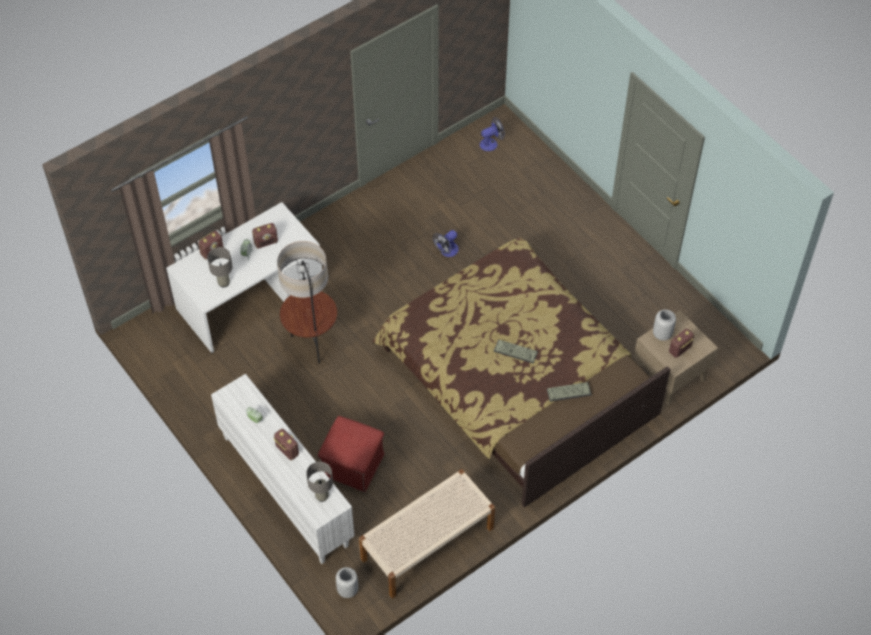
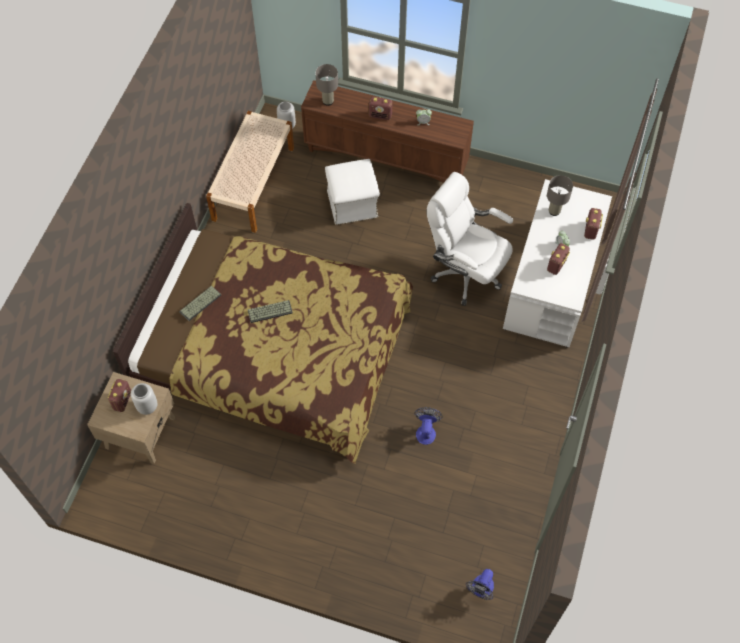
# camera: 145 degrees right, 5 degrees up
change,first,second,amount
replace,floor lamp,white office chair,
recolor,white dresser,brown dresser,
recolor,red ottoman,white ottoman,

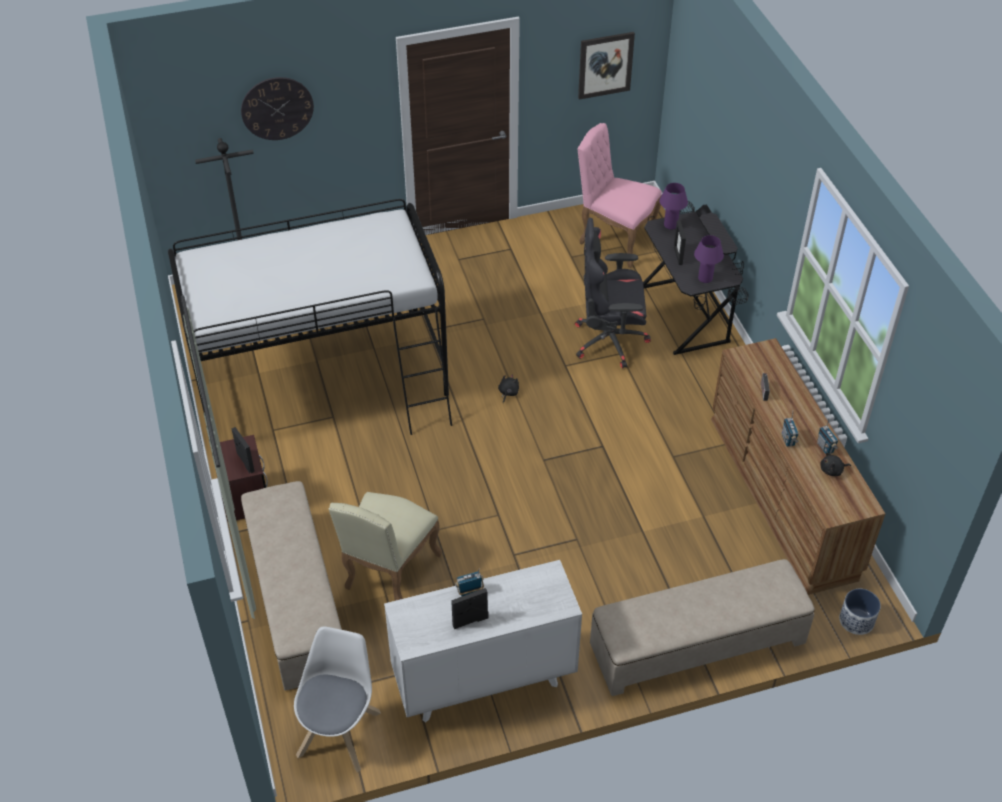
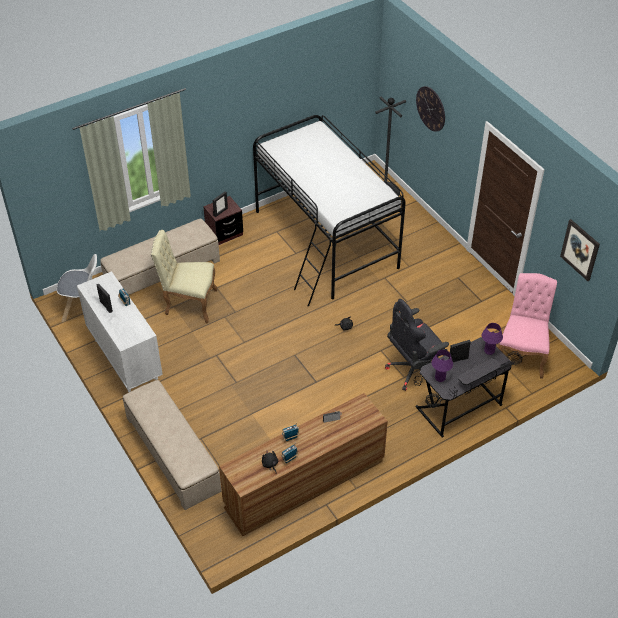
# camera: 75 degrees right, 0 degrees up
change,first,second,amount
delete,planter,,
rotate,black office chair,,105 degrees counterclockwise

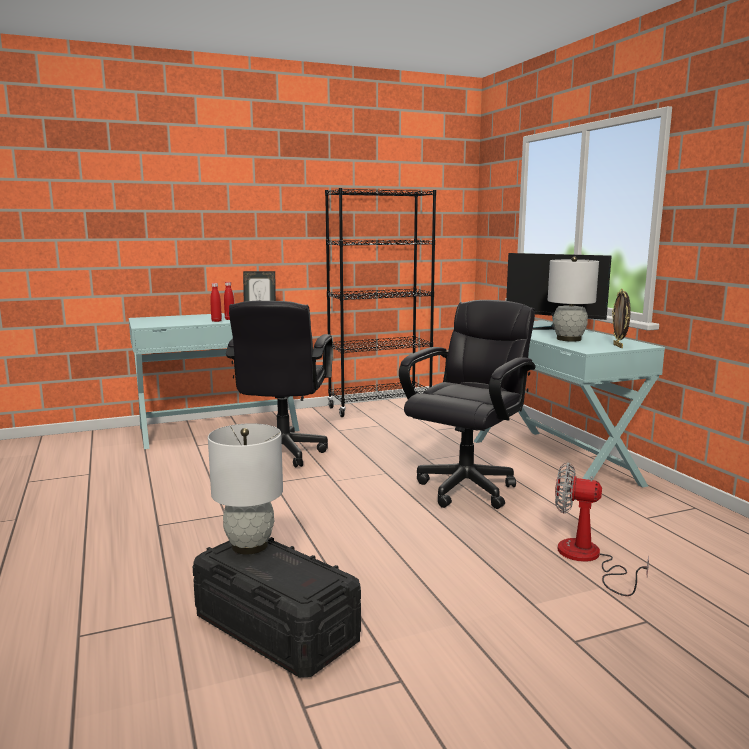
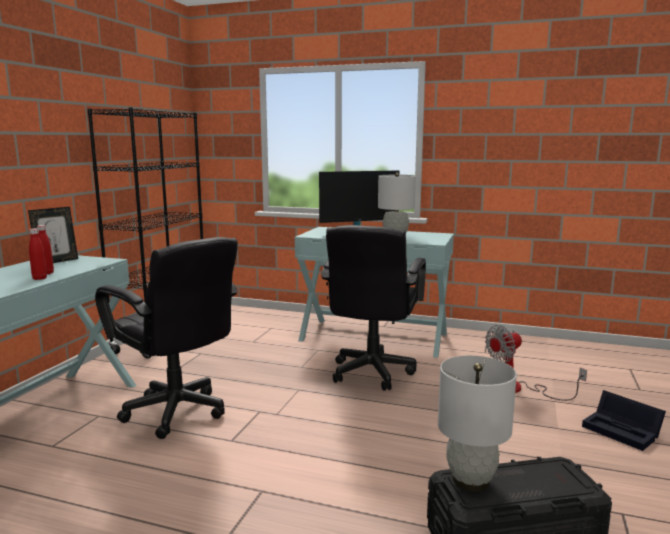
# camera: 50 degrees left, 0 degrees up
change,first,second,amount
delete,picture frame (2nd from left),,
insert,,black storage box (2nd from left),
rotate,black office chair (2nd from left),,150 degrees counterclockwise

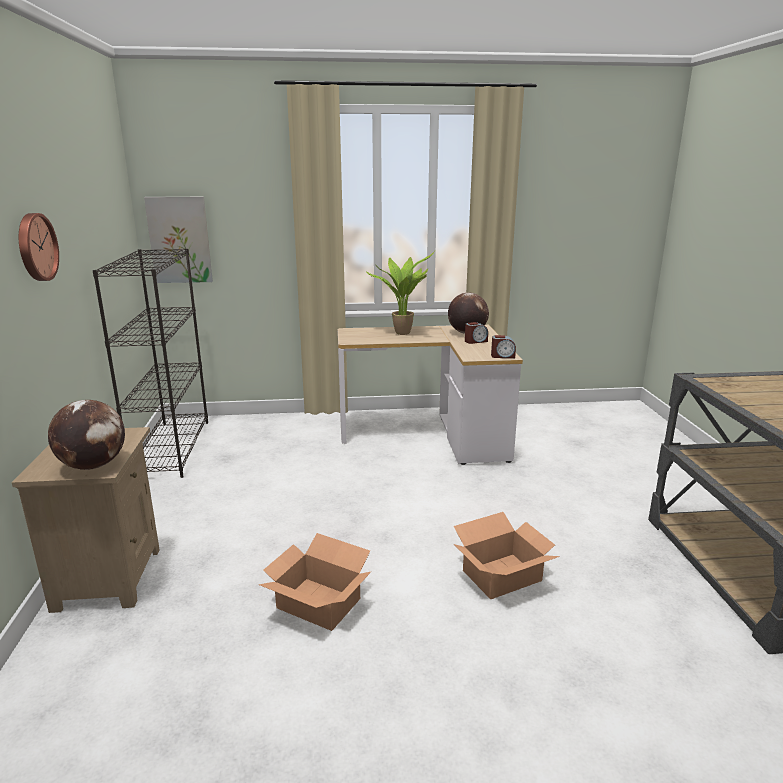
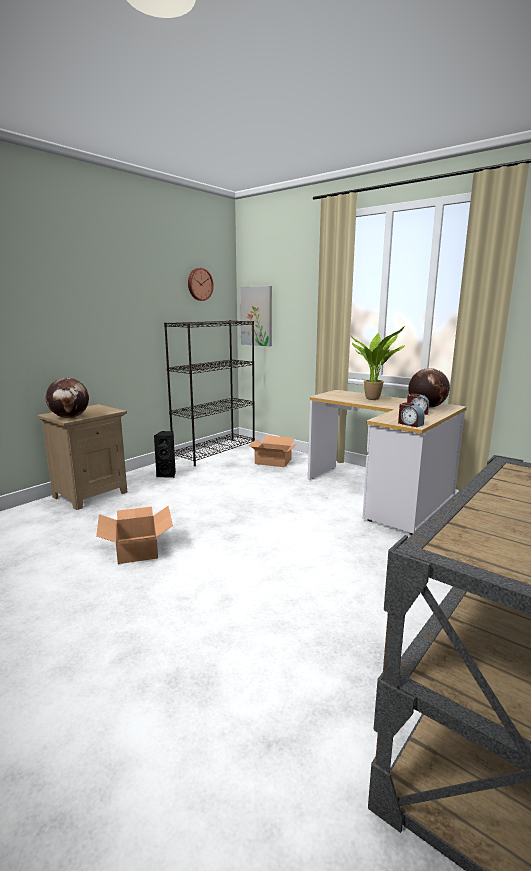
# camera: 45 degrees right, 5 degrees down
change,first,second,amount
insert,,black speaker,
move,wall clock,,
move,cardboard box (2nd from left),,

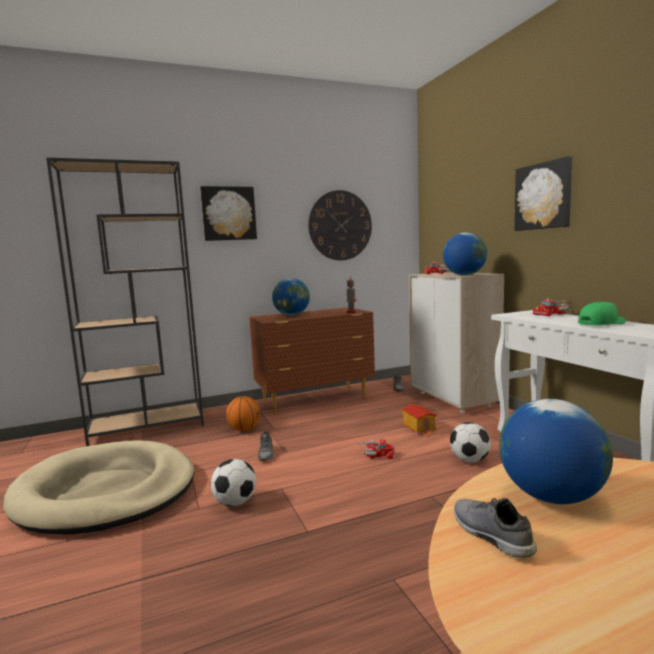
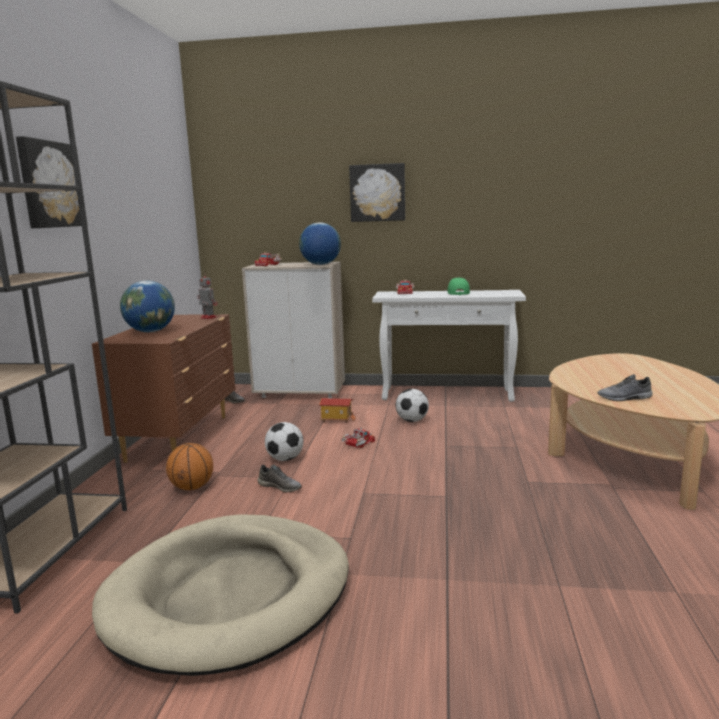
# camera: 60 degrees left, 5 degrees up
change,first,second,amount
delete,wall clock,,
delete,globe (3rd from left),,
move,football (1st from left),,

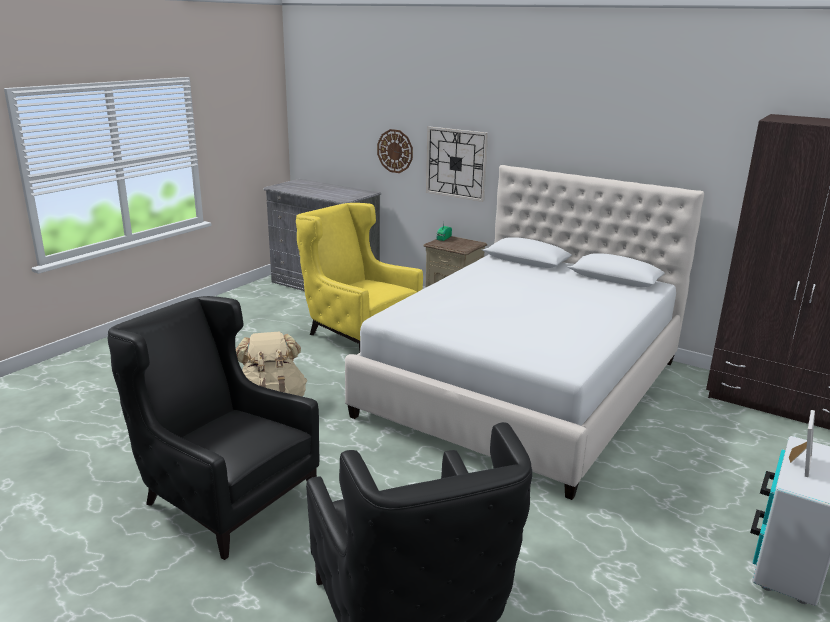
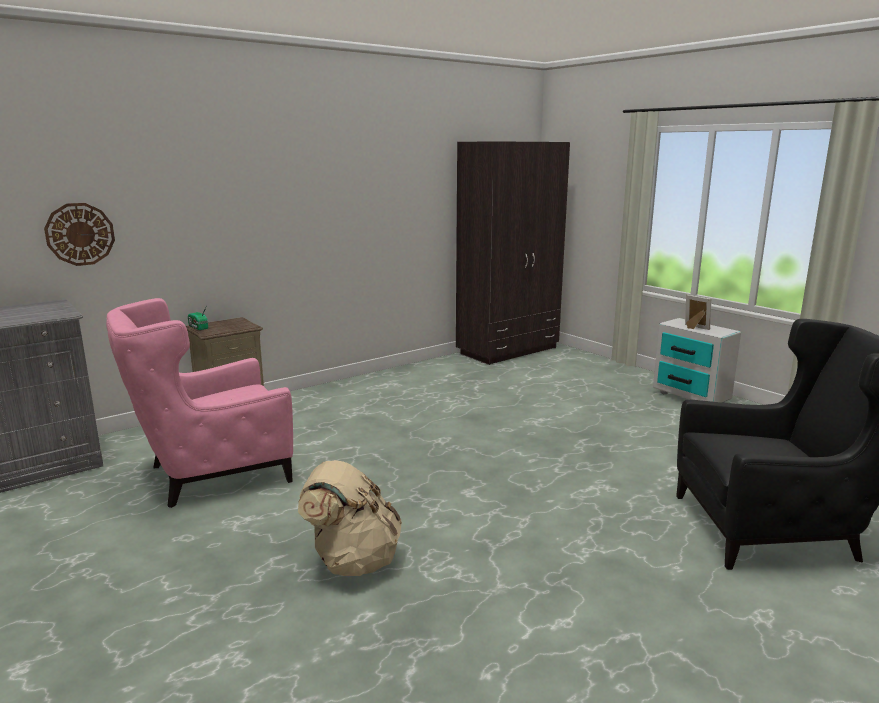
# camera: 70 degrees left, 5 degrees down
change,first,second,amount
delete,black armchair (1st from left),,
delete,white bed,,
delete,wall clock (2nd from left),,
recolor,yellow armchair,pink armchair,

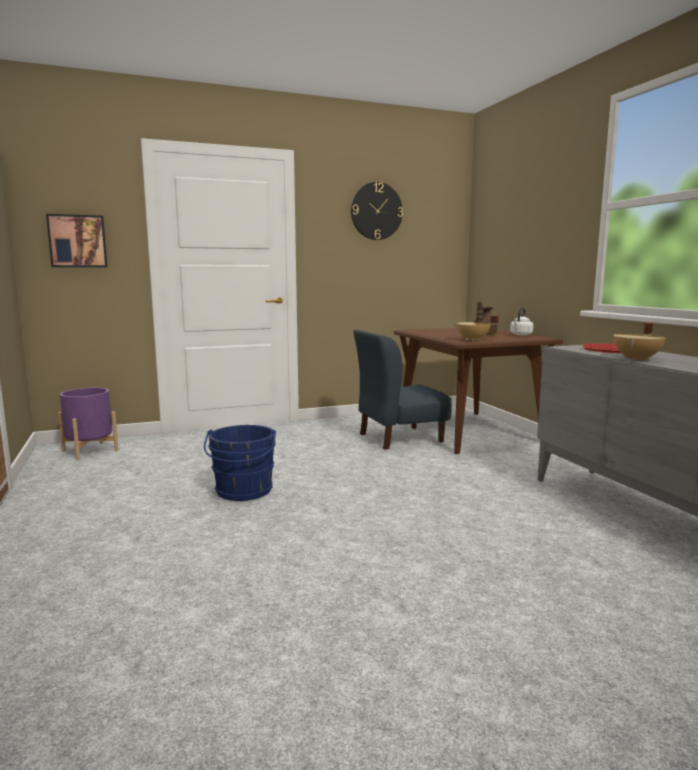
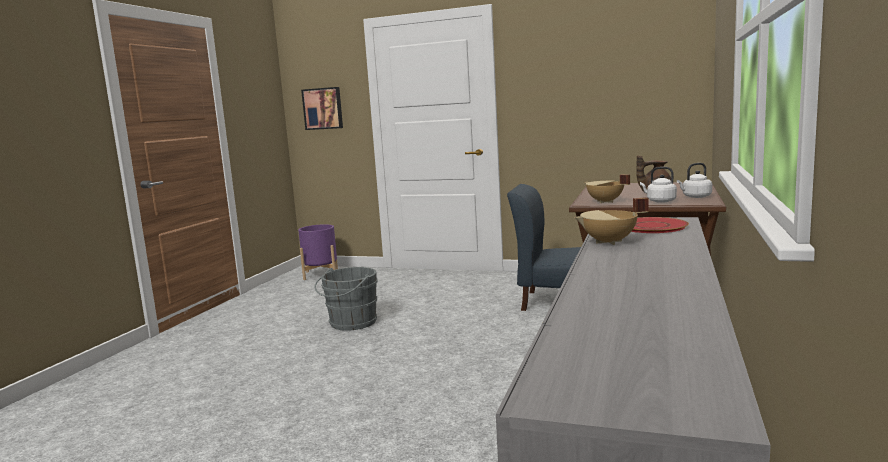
# camera: 40 degrees right, 0 degrees up
change,first,second,amount
delete,wall clock,,
insert,,white kettle (1st from left),
recolor,blue bucket,grey bucket,

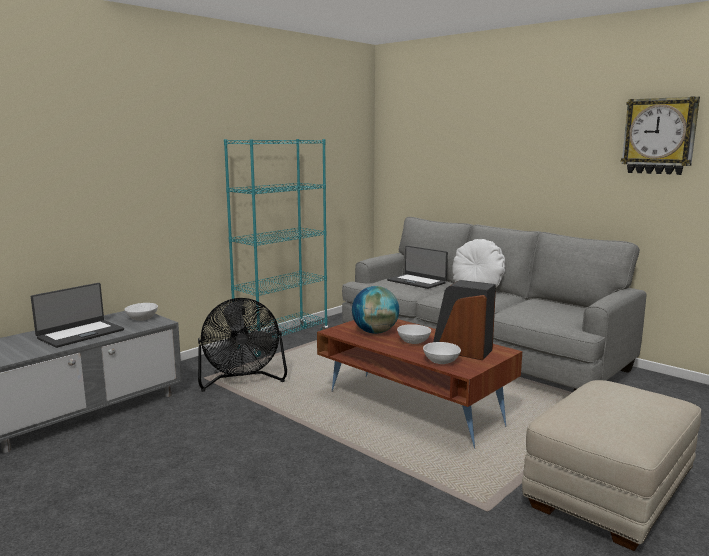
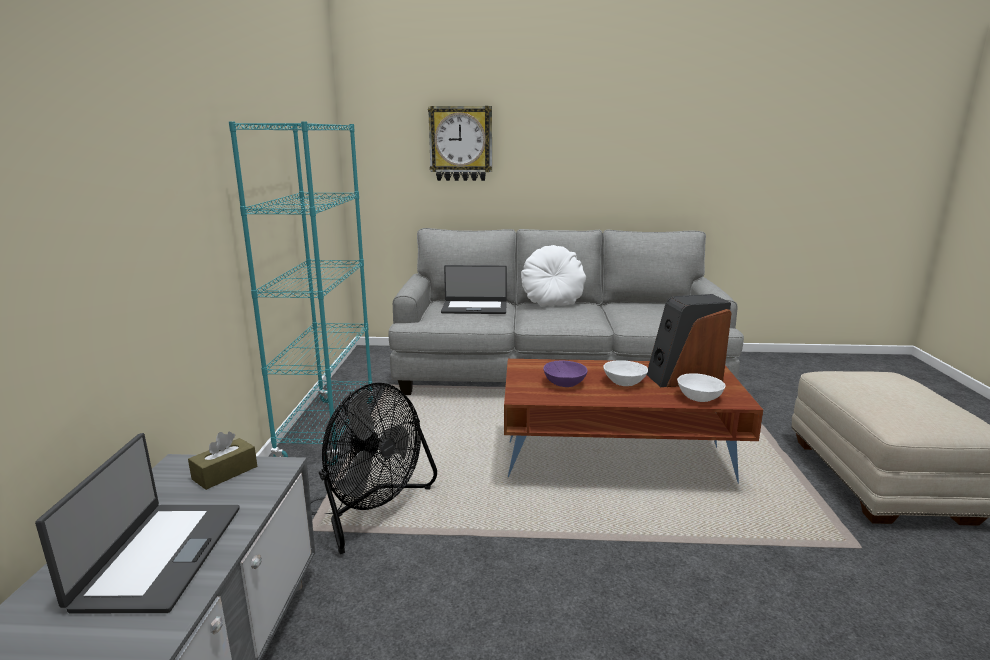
# camera: 40 degrees left, 5 degrees up
change,first,second,amount
move,wall clock,,
replace,white bowl (1st from left),brown tissue box,
replace,globe,purple bowl,

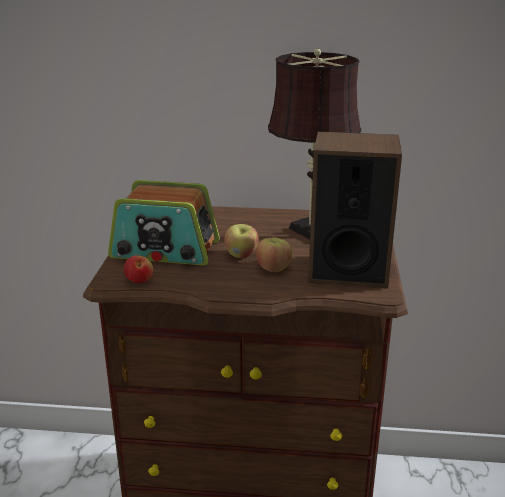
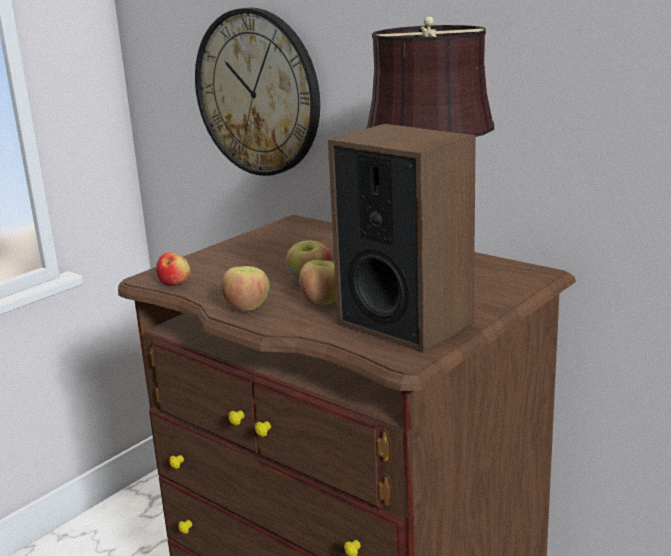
# camera: 35 degrees right, 5 degrees down
change,first,second,amount
delete,radio,,
insert,,wall clock,
insert,,apple (2nd from left),

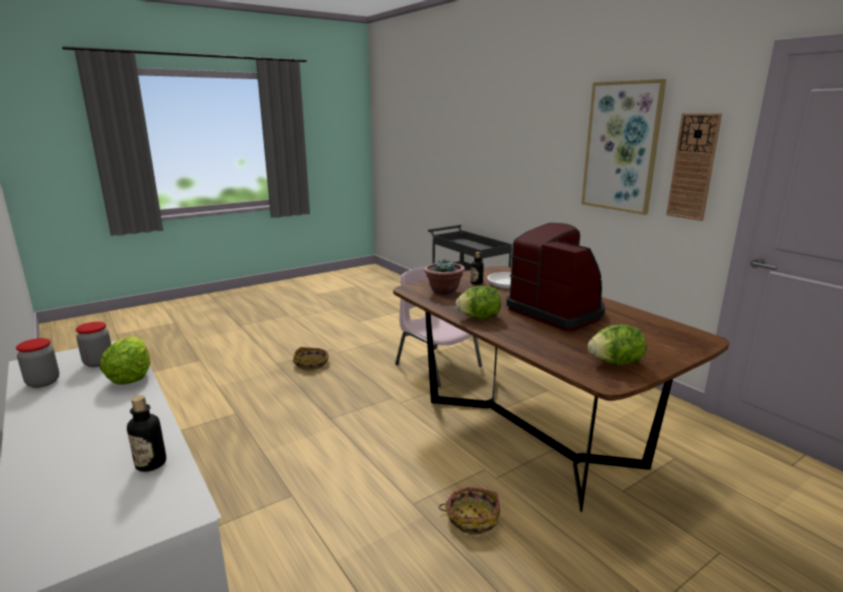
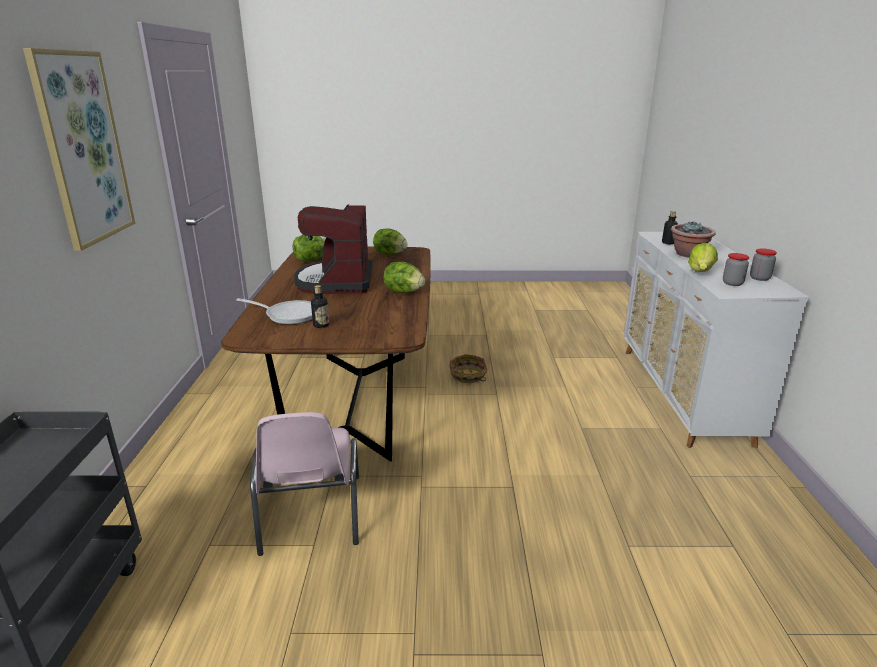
# camera: 145 degrees left, 5 degrees up
change,first,second,amount
delete,basket (1st from left),,
delete,wall clock,,
insert,,lettuce (1st from left),
move,potted plant,,

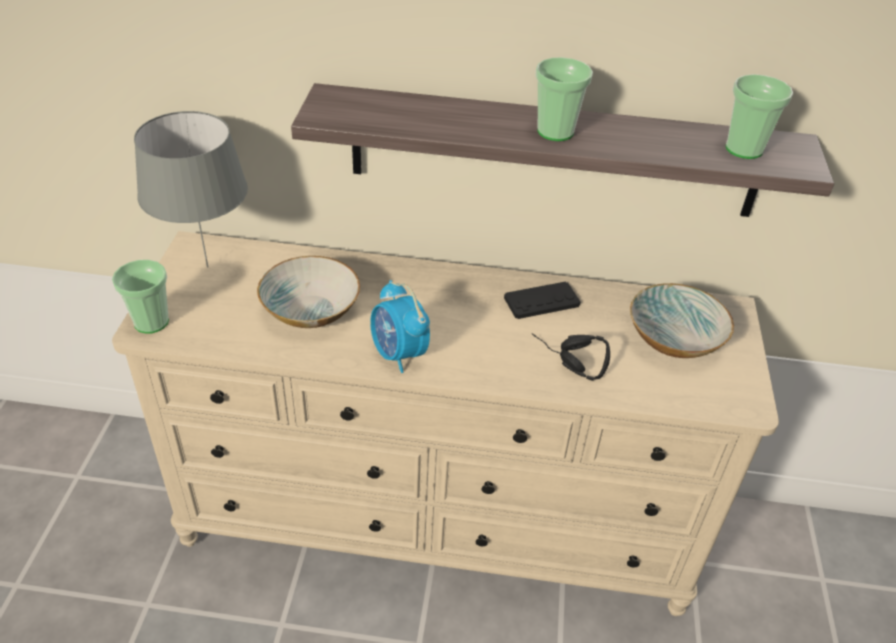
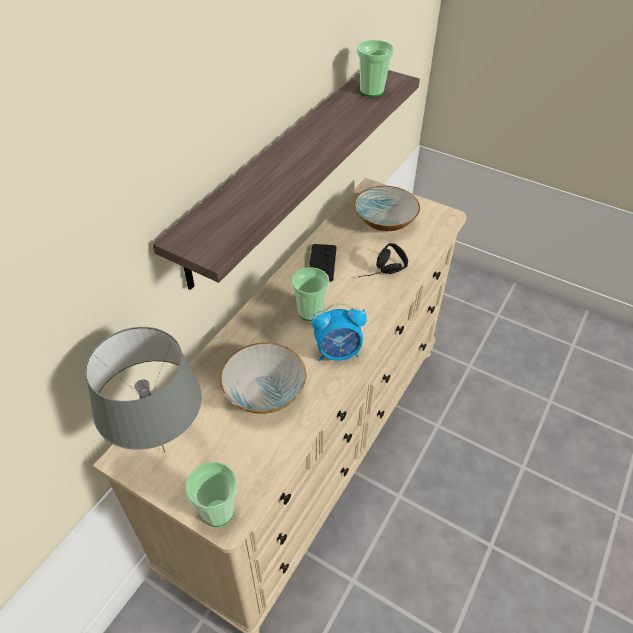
# camera: 65 degrees left, 5 degrees up
change,first,second,amount
move,cup (2nd from left),,

